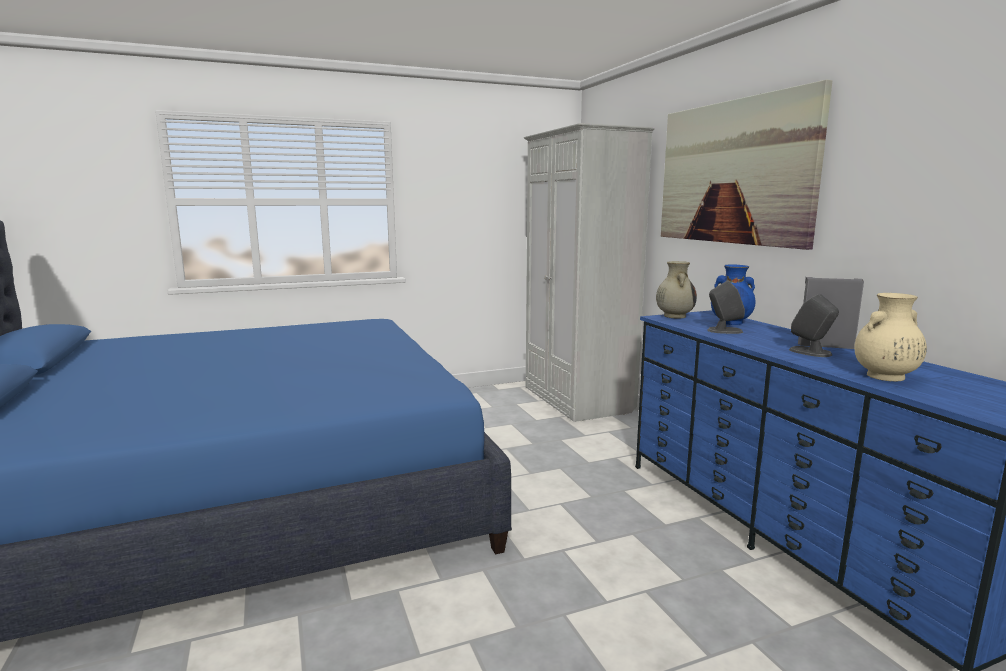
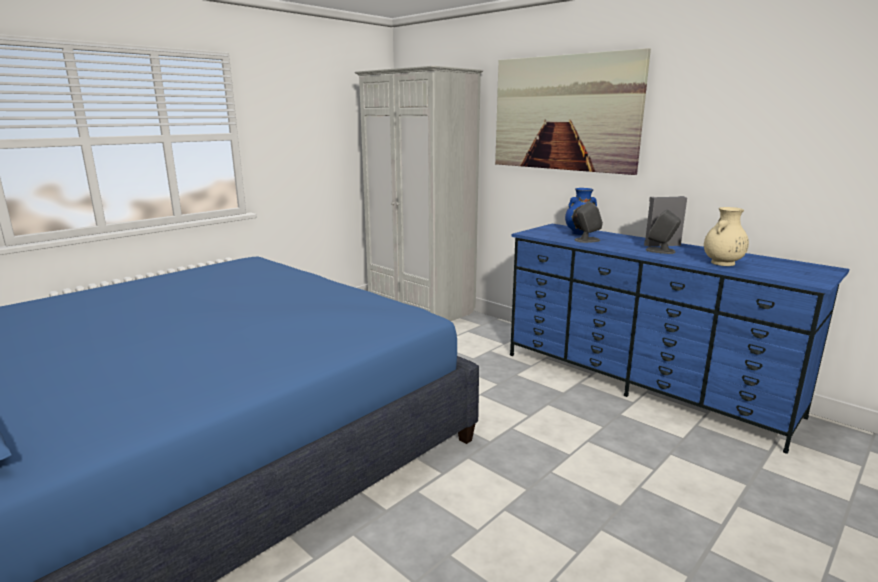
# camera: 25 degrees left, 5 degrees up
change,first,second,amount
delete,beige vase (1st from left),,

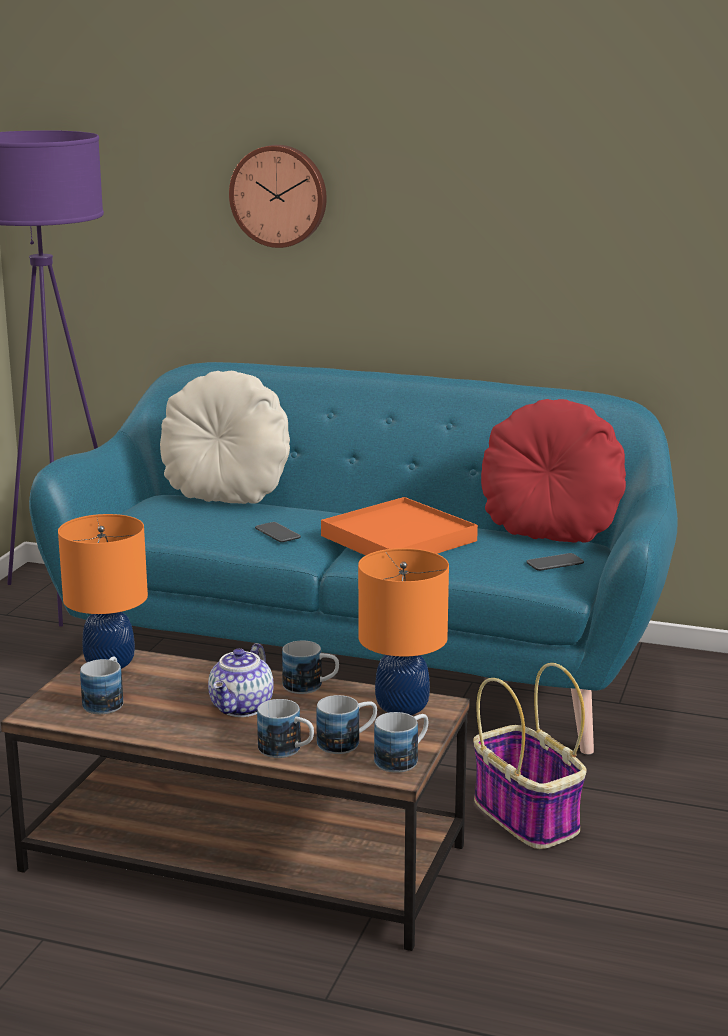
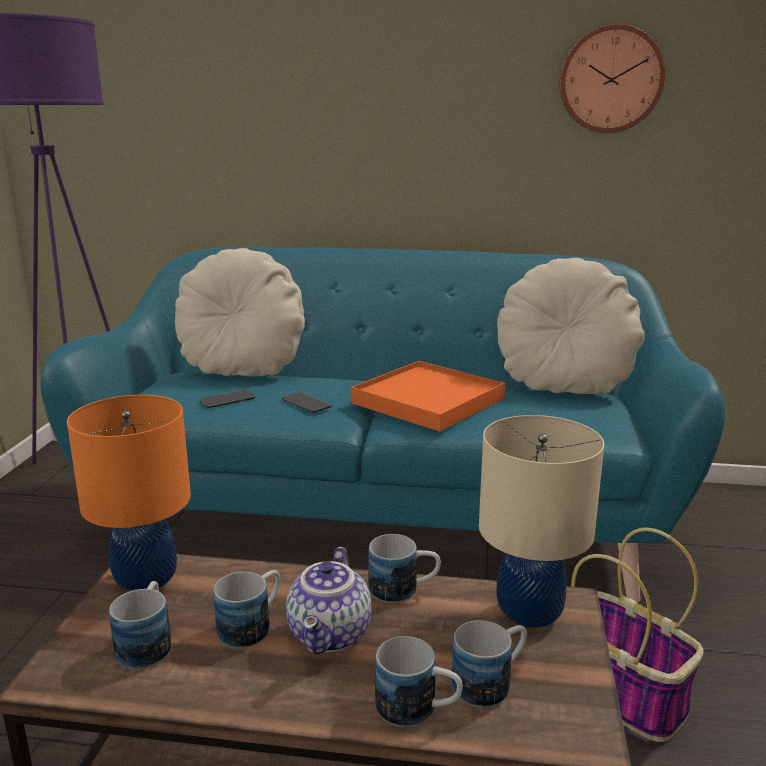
# camera: 10 degrees left, 0 degrees up
change,first,second,amount
move,wall clock,,
move,mug (5th from left in the first image),mug (2nd from left),
move,phone (2nd from left in the first image),phone (1st from left),
recolor,orange table lamp (2nd from left),beige table lamp,
recolor,red pillow,beige pillow (2nd from left),

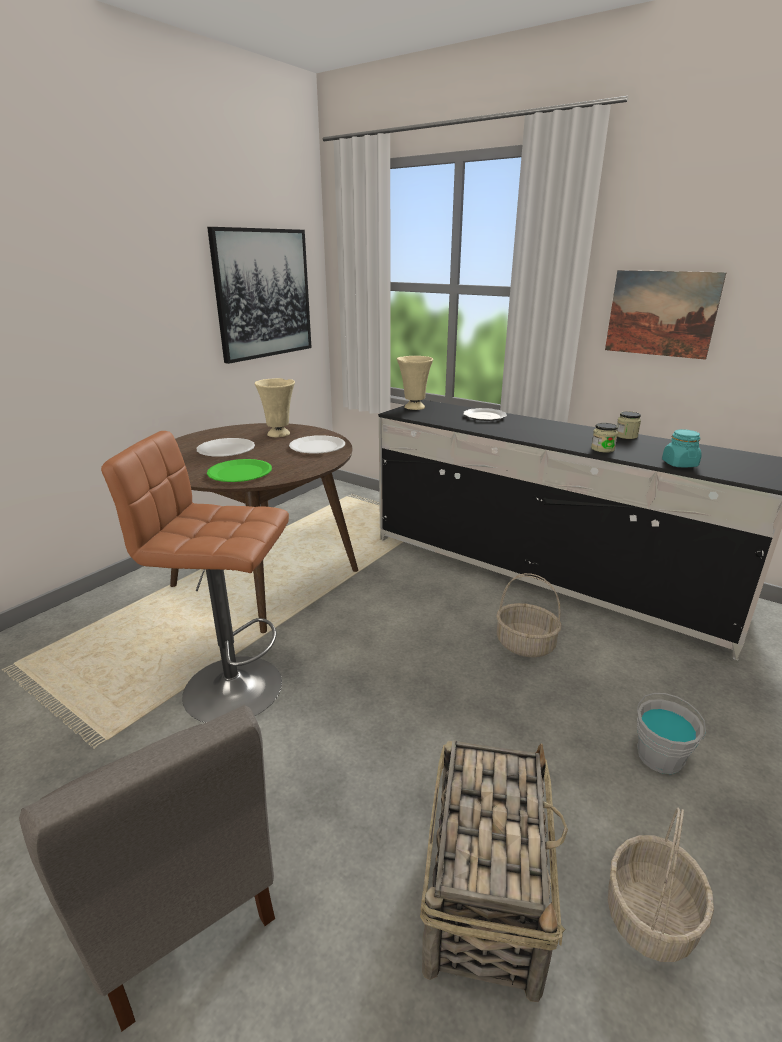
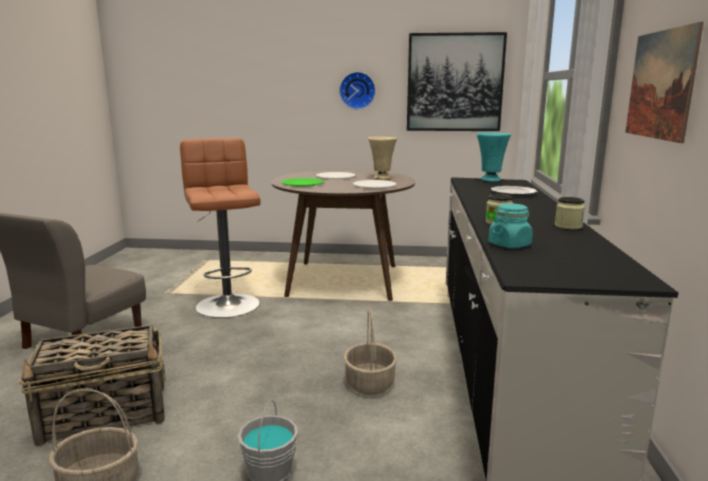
# camera: 60 degrees right, 10 degrees down
change,first,second,amount
insert,,wall clock,
recolor,beige vase (2nd from left),turquoise vase,

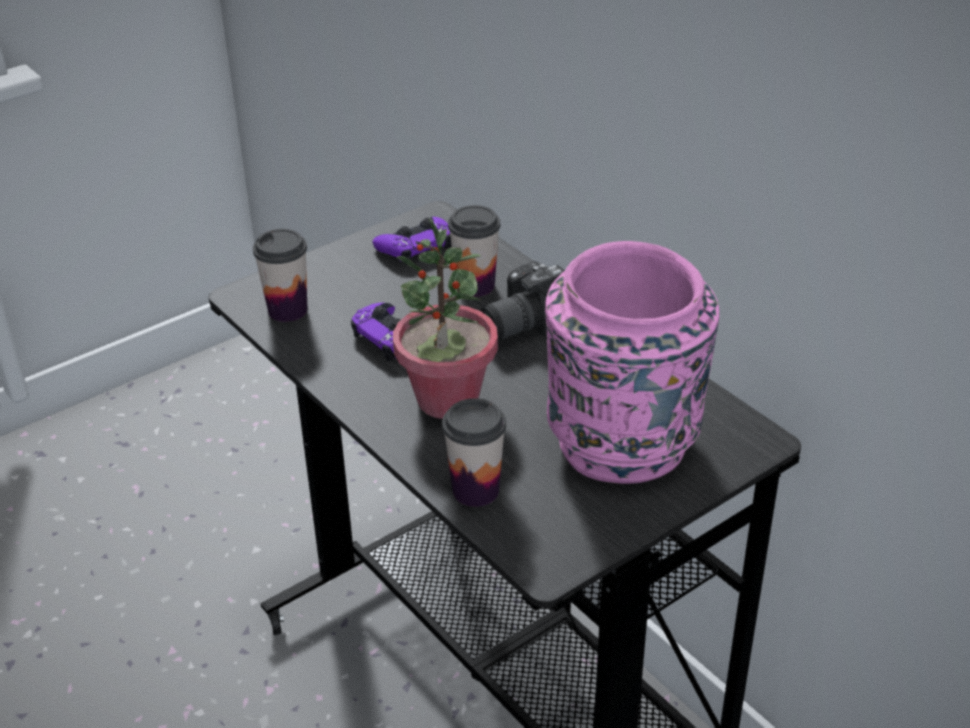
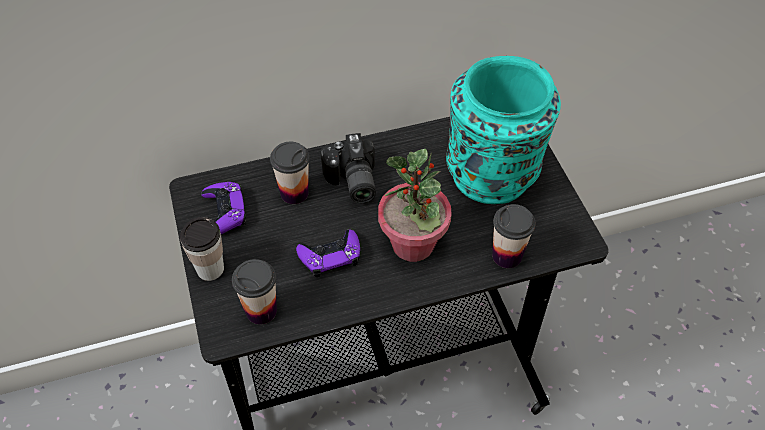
# camera: 70 degrees left, 15 degrees up
change,first,second,amount
insert,,cup (1st from left),
recolor,pink vase,turquoise vase,

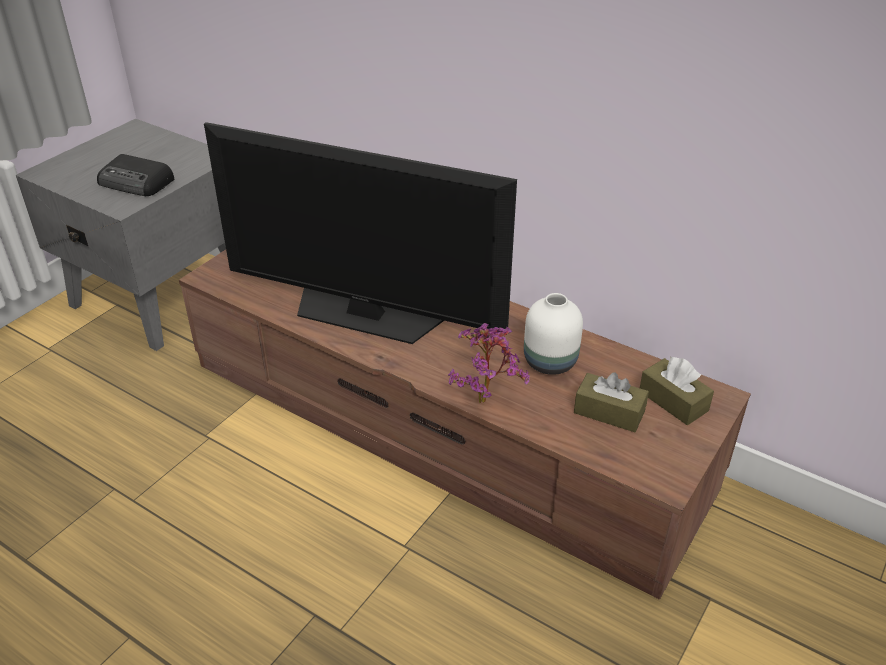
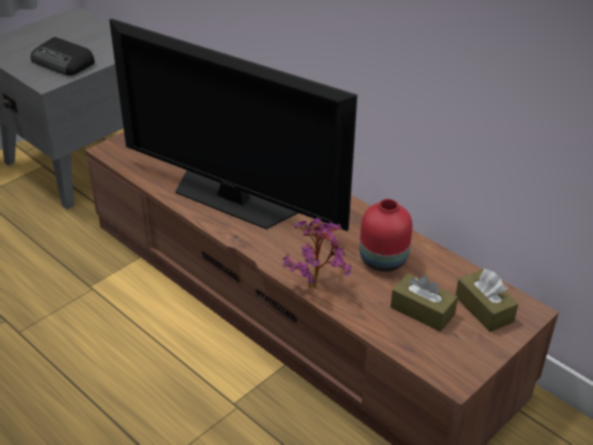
# camera: 10 degrees right, 0 degrees up
change,first,second,amount
recolor,white vase,red vase,

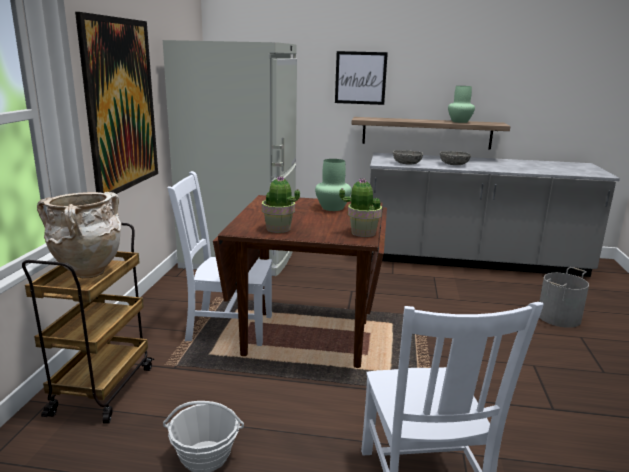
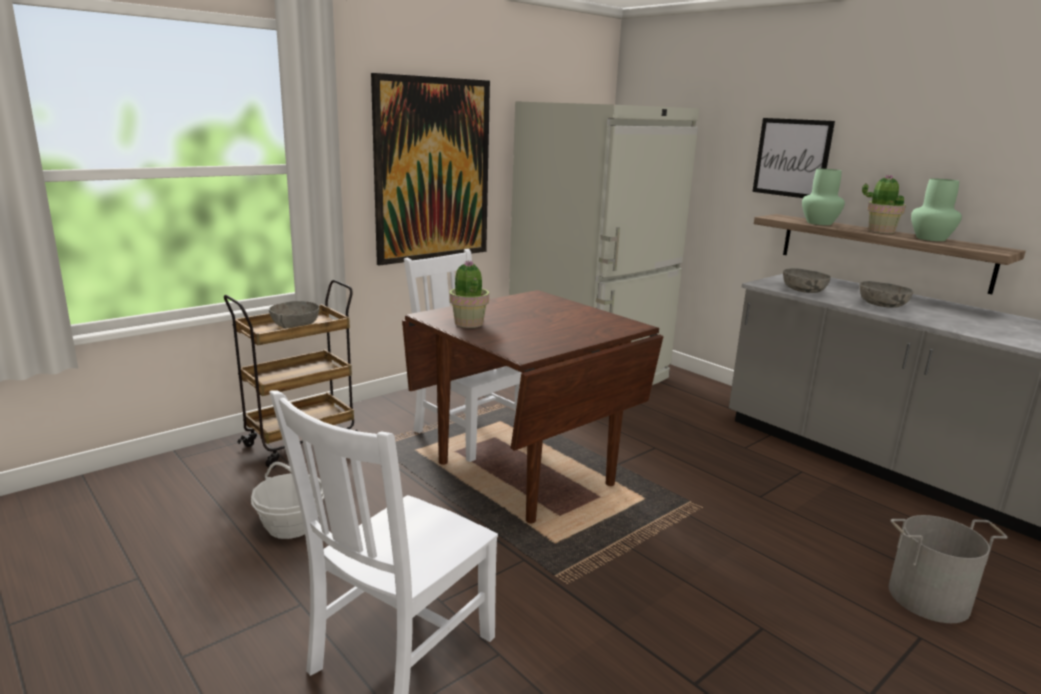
# camera: 40 degrees right, 0 degrees up
change,first,second,amount
move,green vase (1st from left),,
move,potted plant (2nd from left),,
replace,beige vase,grey bowl (1st from left),

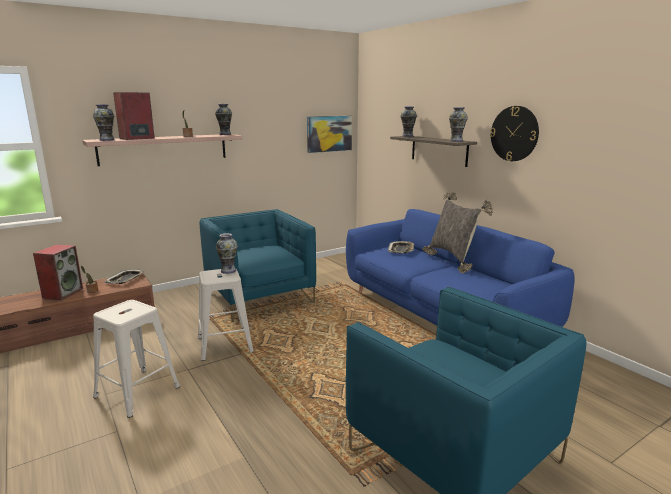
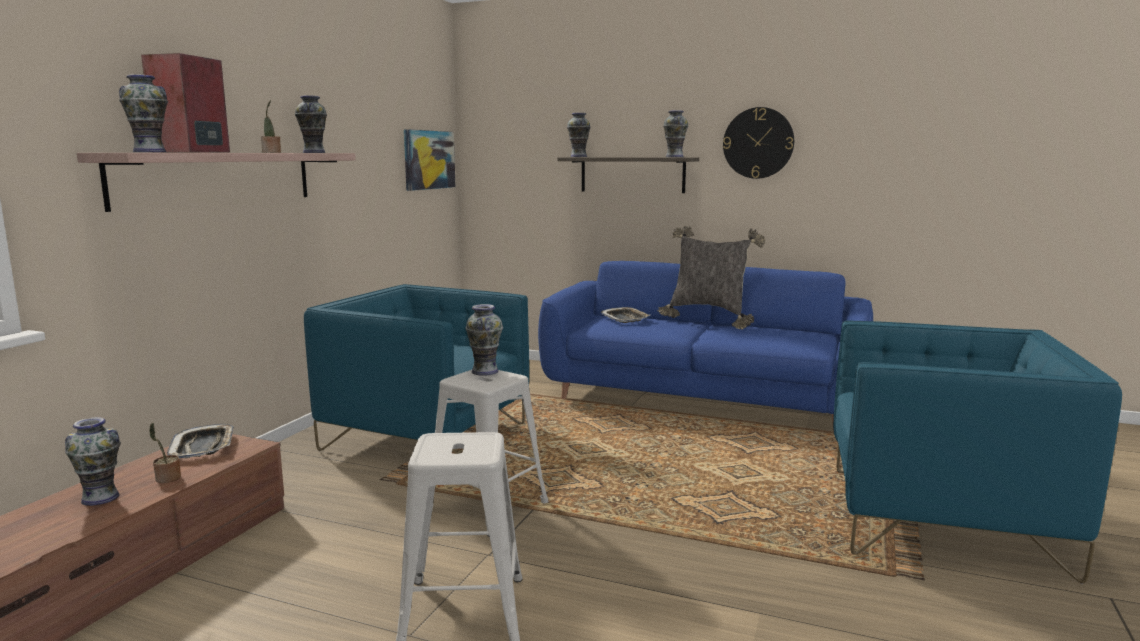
# camera: 35 degrees left, 5 degrees down
change,first,second,amount
replace,speaker (1st from left),vase (1st from left),

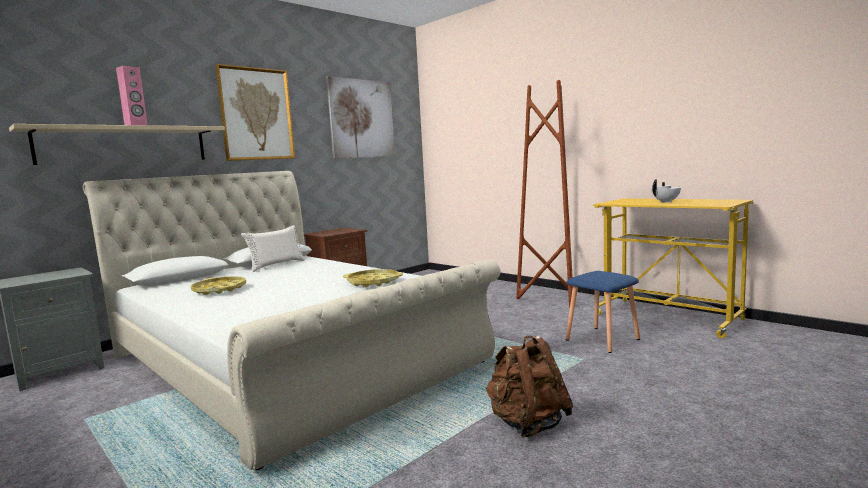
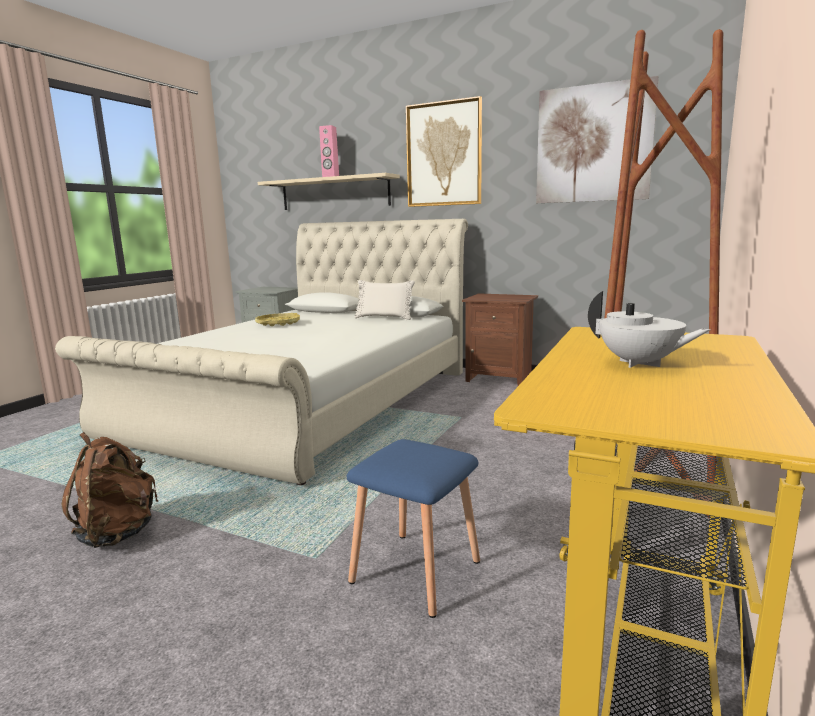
# camera: 70 degrees right, 5 degrees up
change,first,second,amount
delete,yellow tray (2nd from left),,

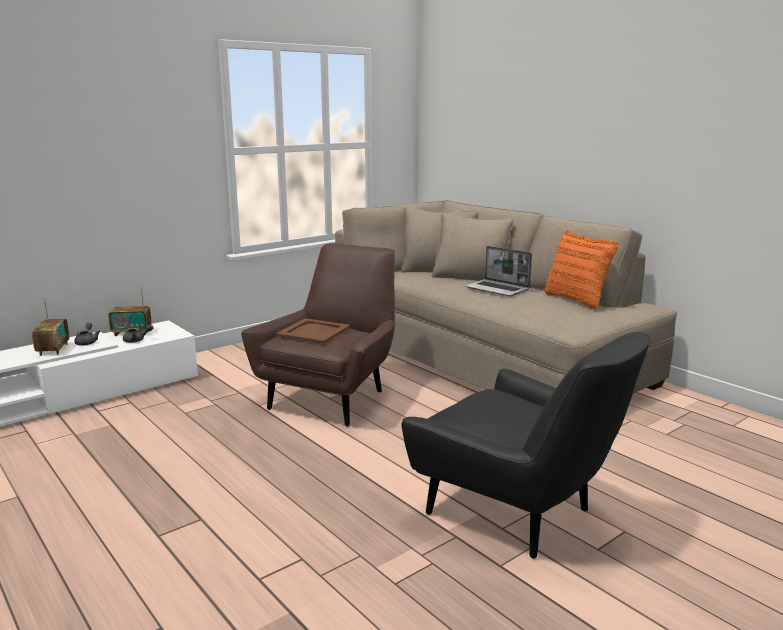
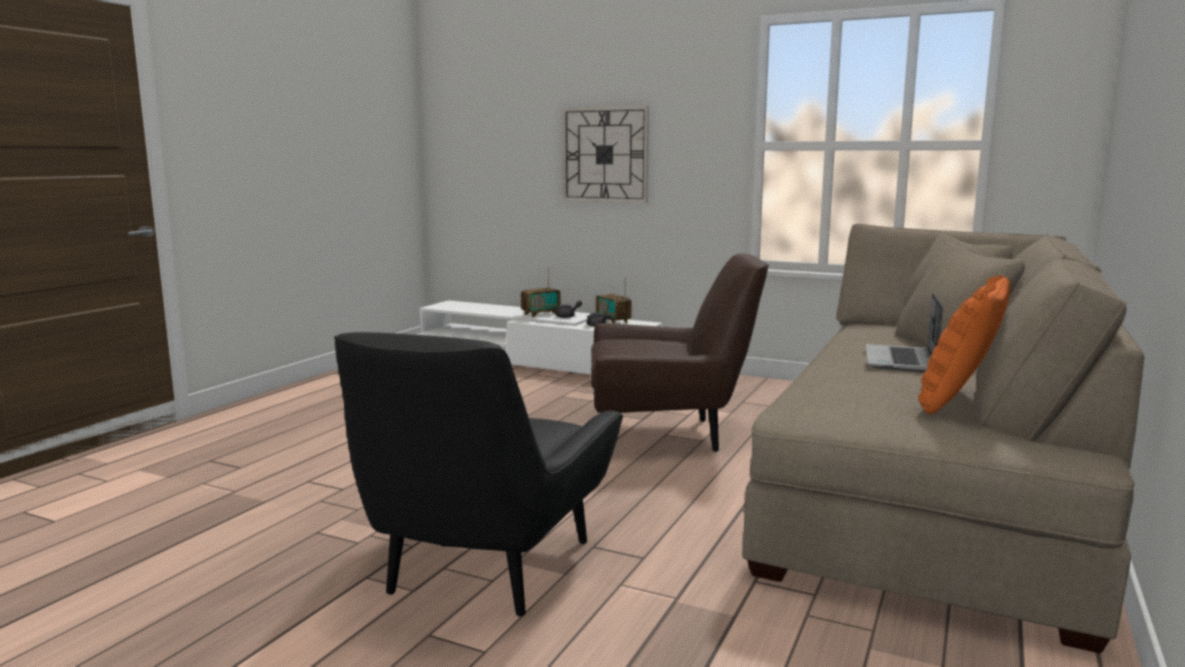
# camera: 65 degrees right, 5 degrees down
change,first,second,amount
delete,brown tray,,
insert,,wall clock,

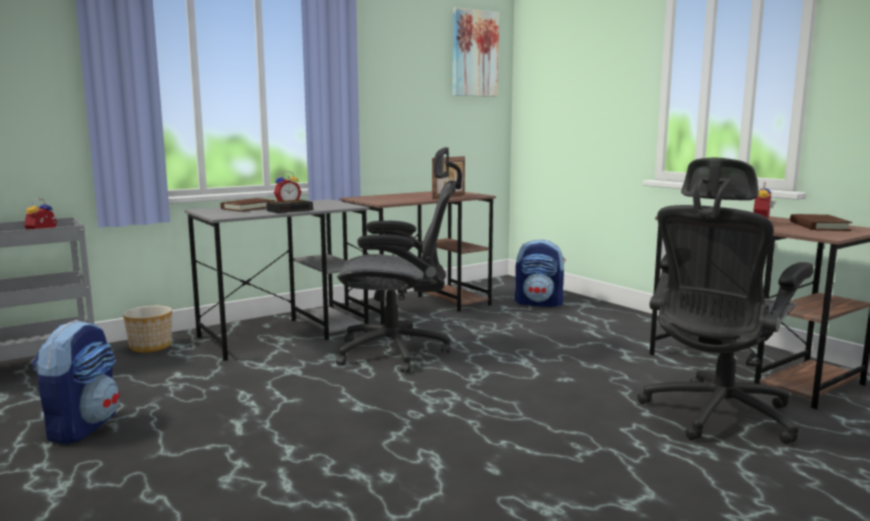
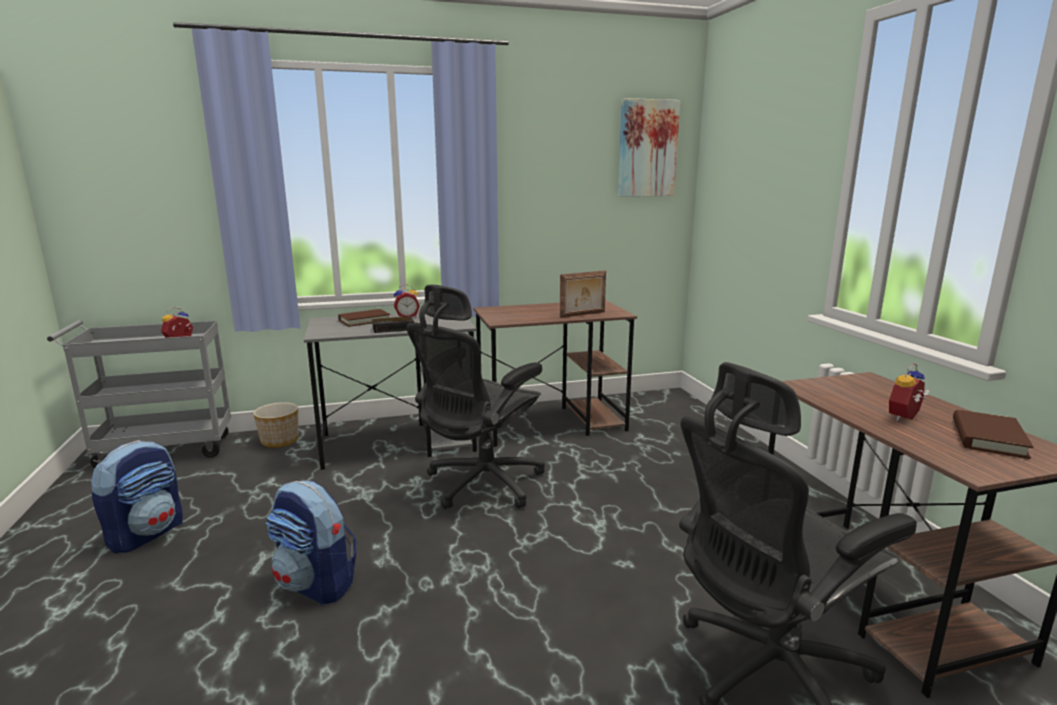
# camera: 20 degrees right, 5 degrees up
change,first,second,amount
move,backpack (2nd from left),,
rotate,office chair (1st from left),,105 degrees clockwise

